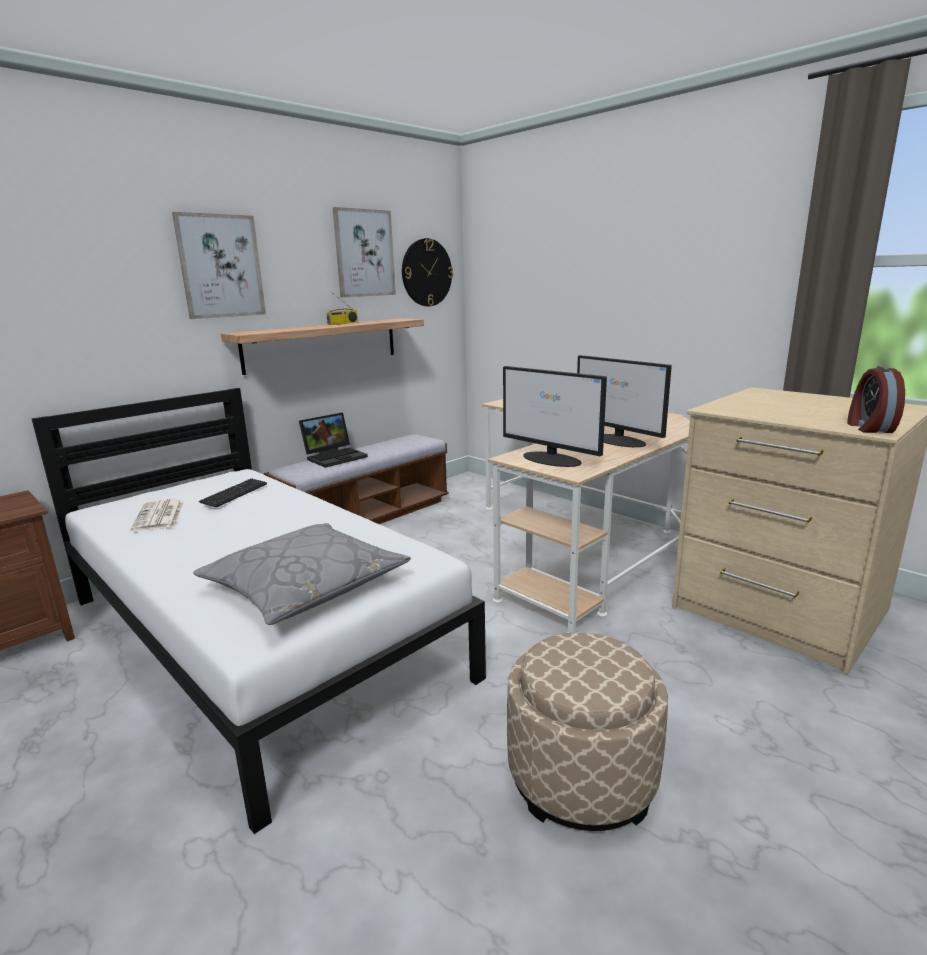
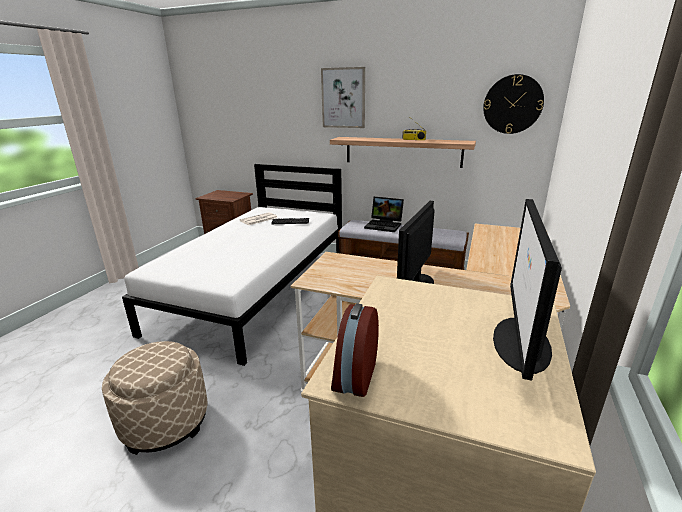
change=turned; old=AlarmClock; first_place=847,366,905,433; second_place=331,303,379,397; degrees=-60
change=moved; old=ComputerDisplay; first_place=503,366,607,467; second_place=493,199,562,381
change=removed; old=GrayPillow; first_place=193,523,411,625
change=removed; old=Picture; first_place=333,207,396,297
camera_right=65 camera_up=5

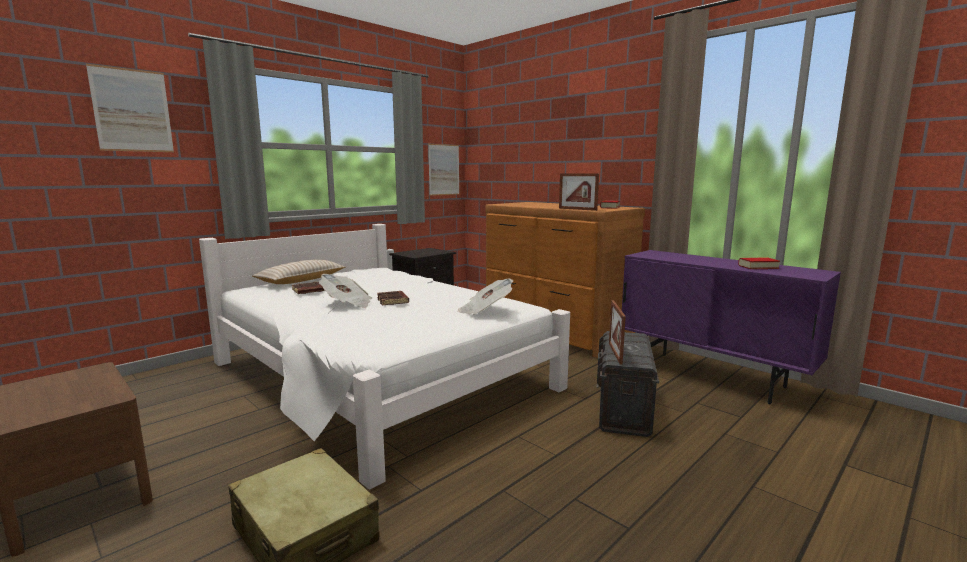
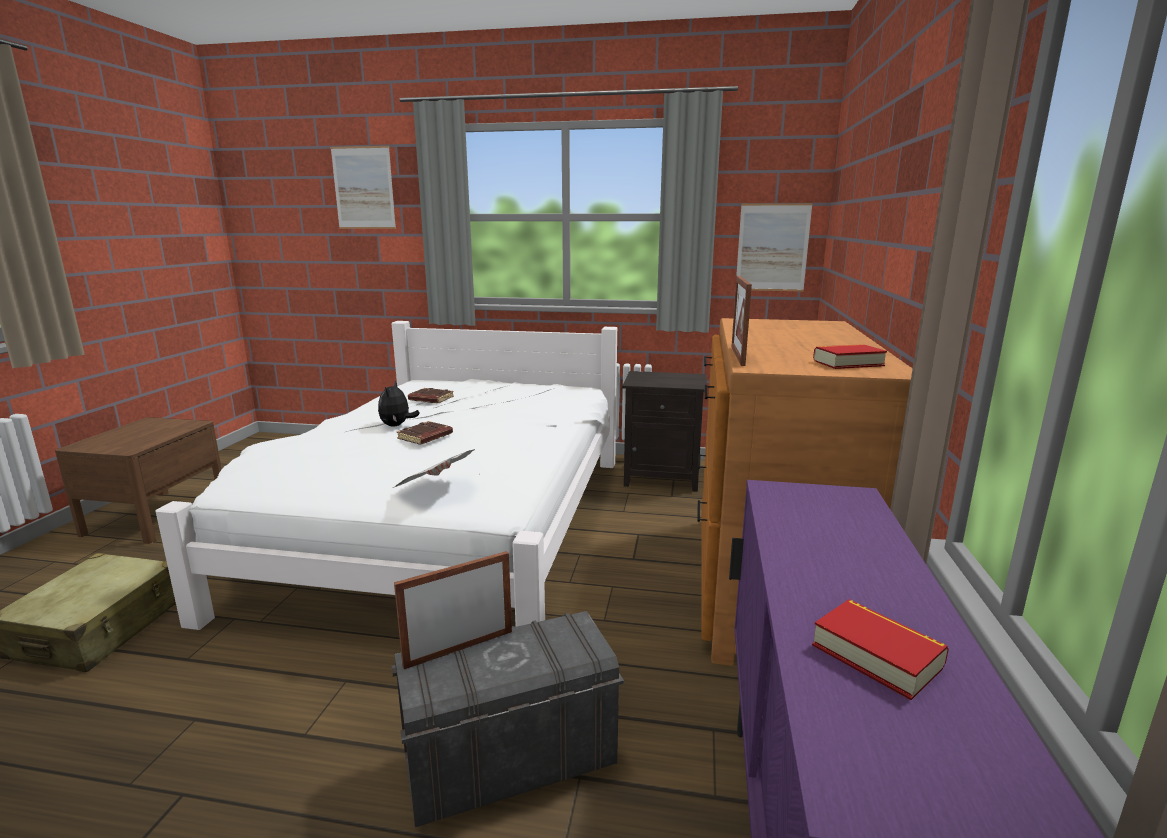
change=replaced; old=DailyPaper; new=CuddlyToy; first_place=319,274,372,308; second_place=378,381,420,427
change=removed; old=BeigeColouredPillow; first_place=252,259,345,284
camera_right=55 camera_up=5

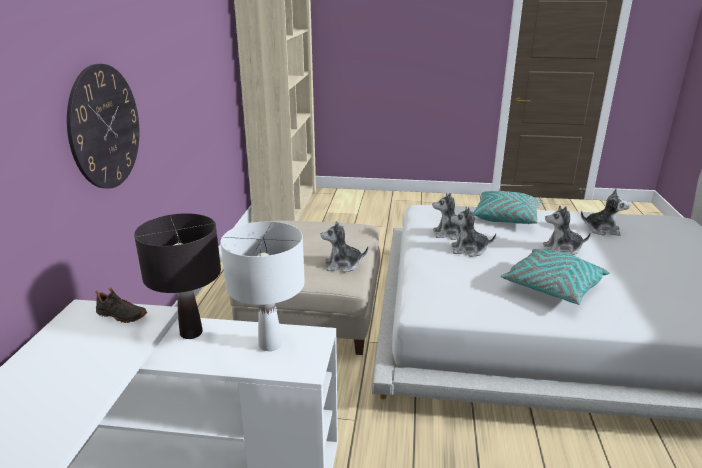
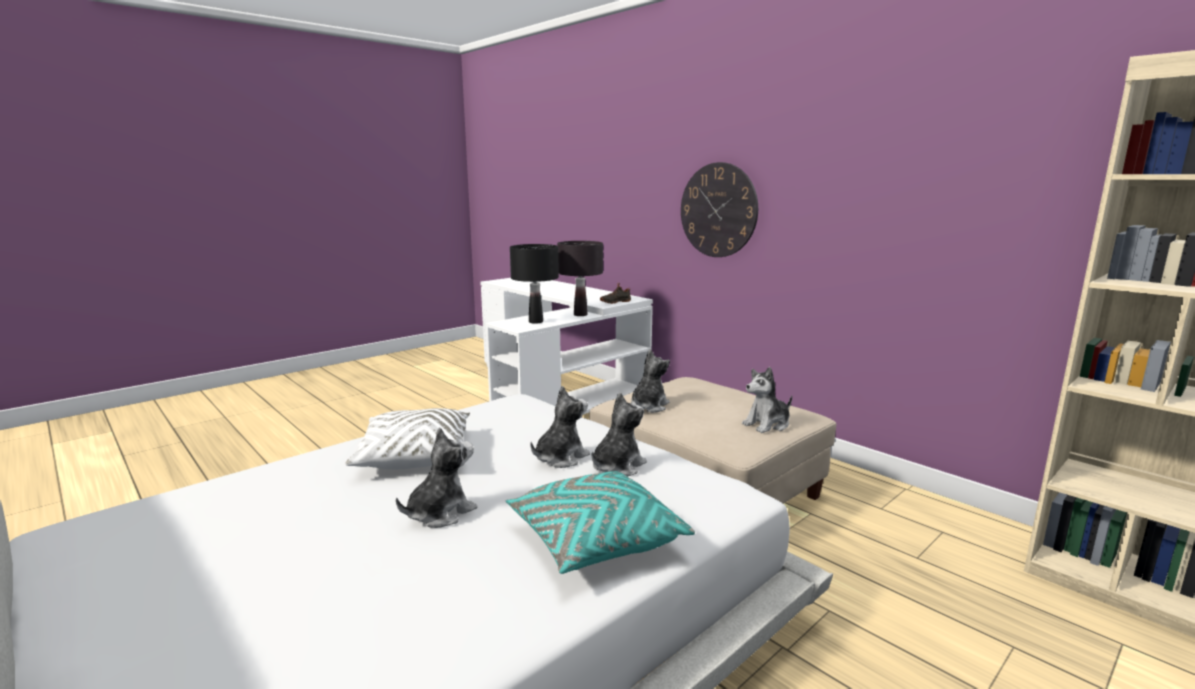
change=recoloured; old=BlueGreenPillow; new=WhitishPillow; first_place=501,249,609,305; second_place=345,408,470,469
change=recoloured; old=WhitishTableLamp; new=BlackColouredTableLamp; first_place=221,222,305,351; second_place=510,244,559,324
change=moved; old=CuddlyToy; first_place=581,189,631,236; second_place=742,367,792,433
camera_right=130 camera_up=-10

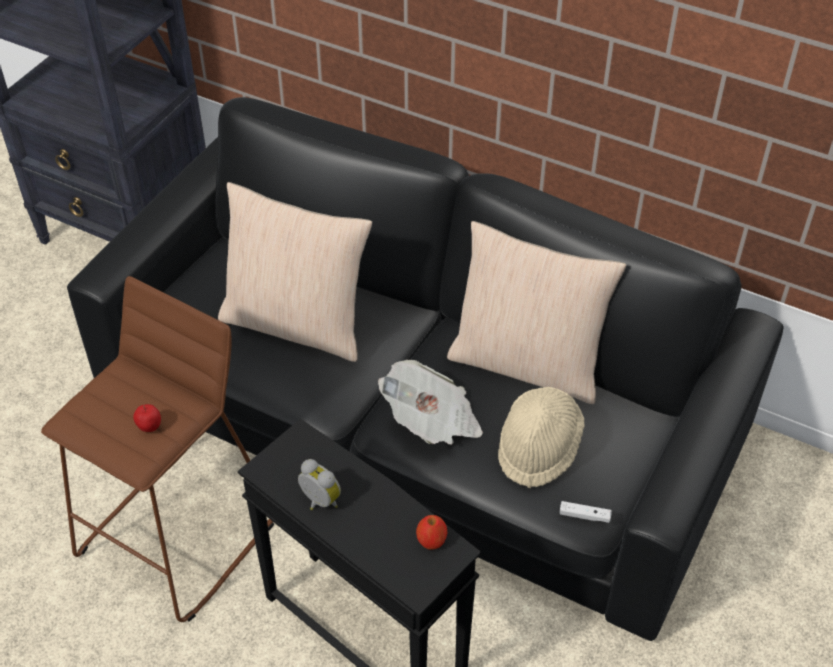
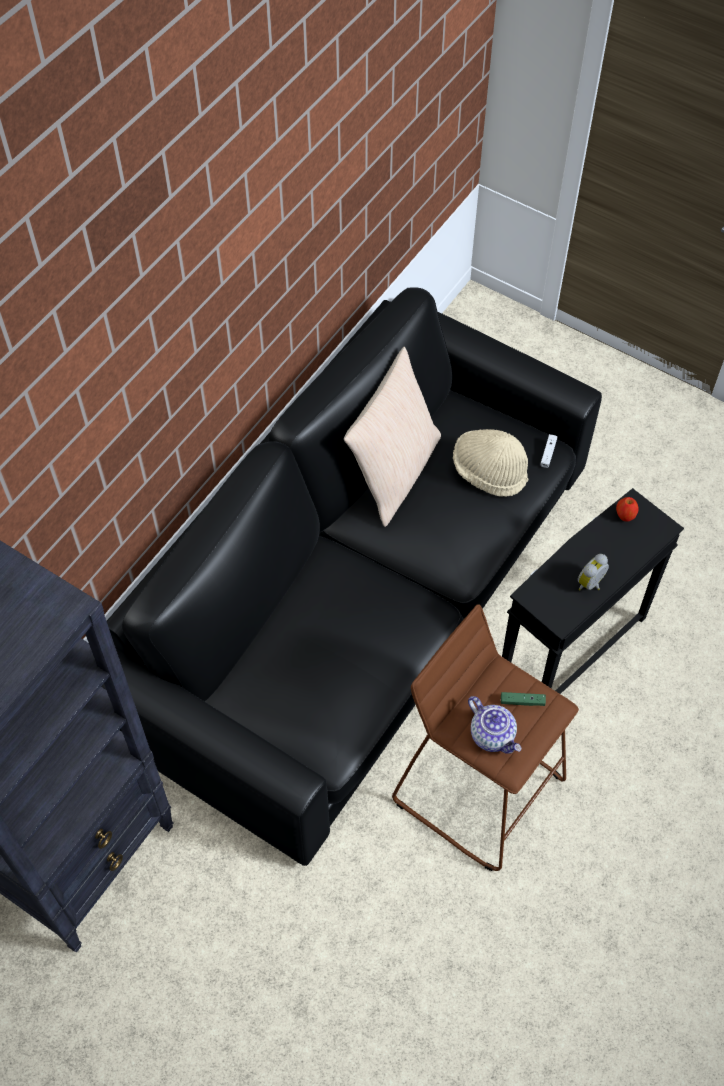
change=added; new=PotForTea; second_place=468,696,521,753
change=replaced; old=AppleFruit; new=GreenColouredGamepad; first_place=133,404,161,432; second_place=501,692,546,706
change=removed; old=BeigeColouredPillow; first_place=218,182,372,362
change=removed; old=DailyPaper; first_place=378,360,483,445
camera_right=-85 camera_up=10

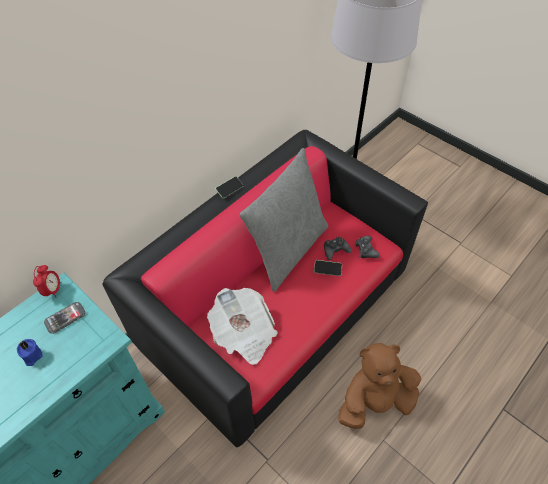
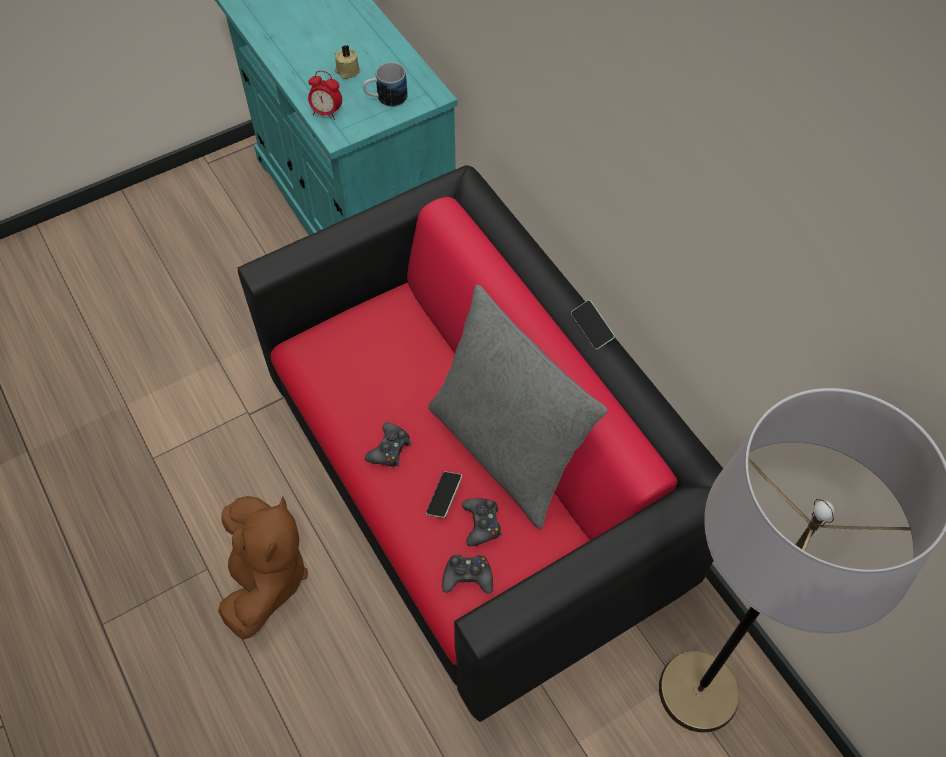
change=moved; old=AlarmClock; first_place=33,265,61,298; second_place=308,71,342,120
change=recoloured; old=BlueColouredCandle; new=BeigeColouredCandle; first_place=17,339,43,366; second_place=335,45,360,79
change=replaced; old=Phone; new=TeaMug; first_place=44,302,86,334; second_place=363,62,408,107
change=added; new=BlackColouredGamepad; second_place=365,422,411,467
change=removed; old=DailyPaper; first_place=207,288,278,365
camera_right=105 camera_up=5

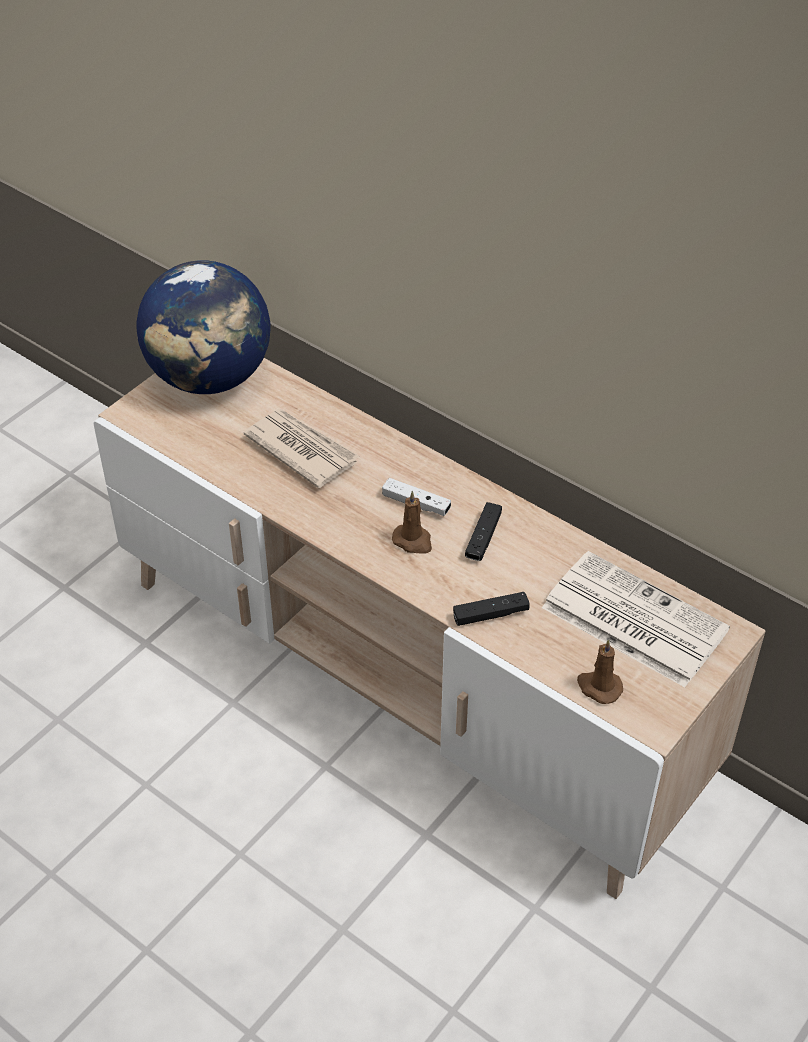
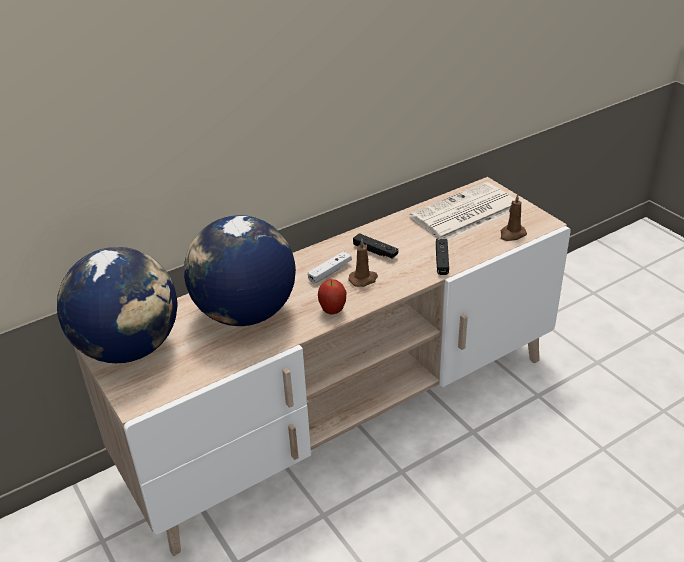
change=replaced; old=DailyPaper; new=WorldGlobe; first_place=244,409,359,488; second_place=184,215,296,326
change=added; new=AppleFruit; second_place=318,279,346,315
camera_right=-70 camera_up=-10

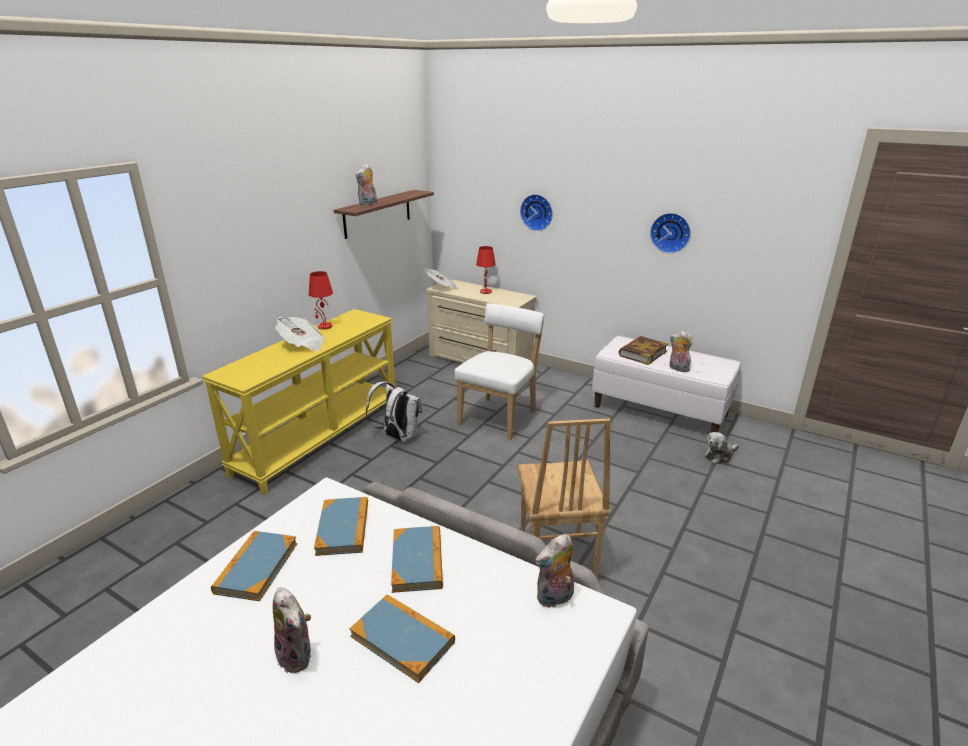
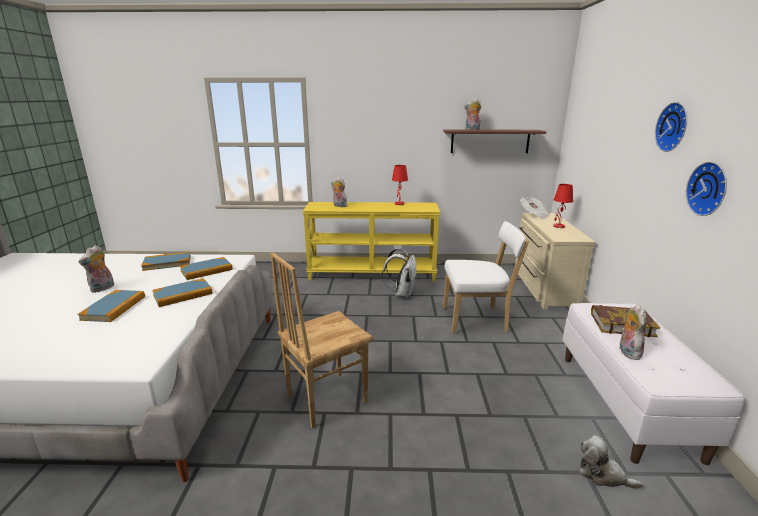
change=moved; old=CuddlyToy; first_place=535,534,574,608; second_place=331,177,347,207
change=moved; old=HangingClock; first_place=520,194,553,231; second_place=655,102,687,152
change=removed; old=DailyPaper; first_place=275,317,326,351
camera_right=60 camera_up=-5

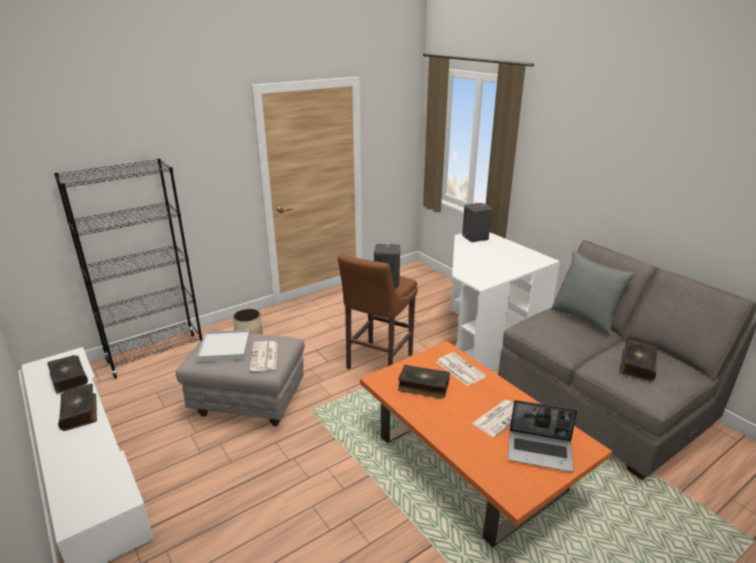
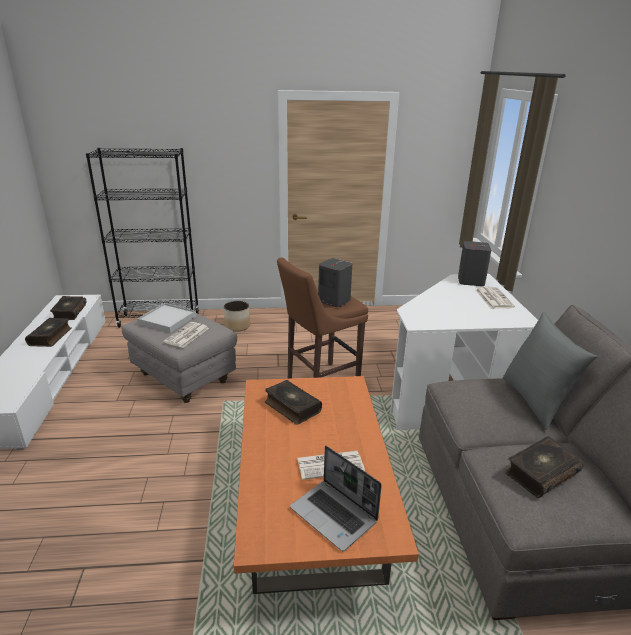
change=moved; old=DailyPaper; first_place=437,352,486,386; second_place=476,287,515,309
camera_right=30 camera_up=0

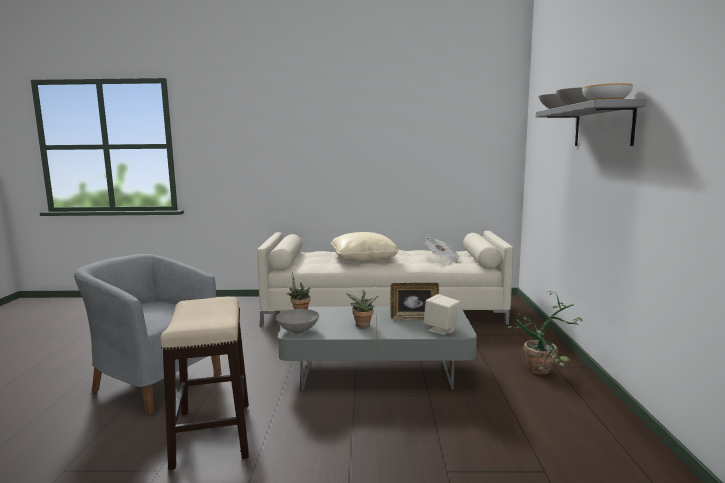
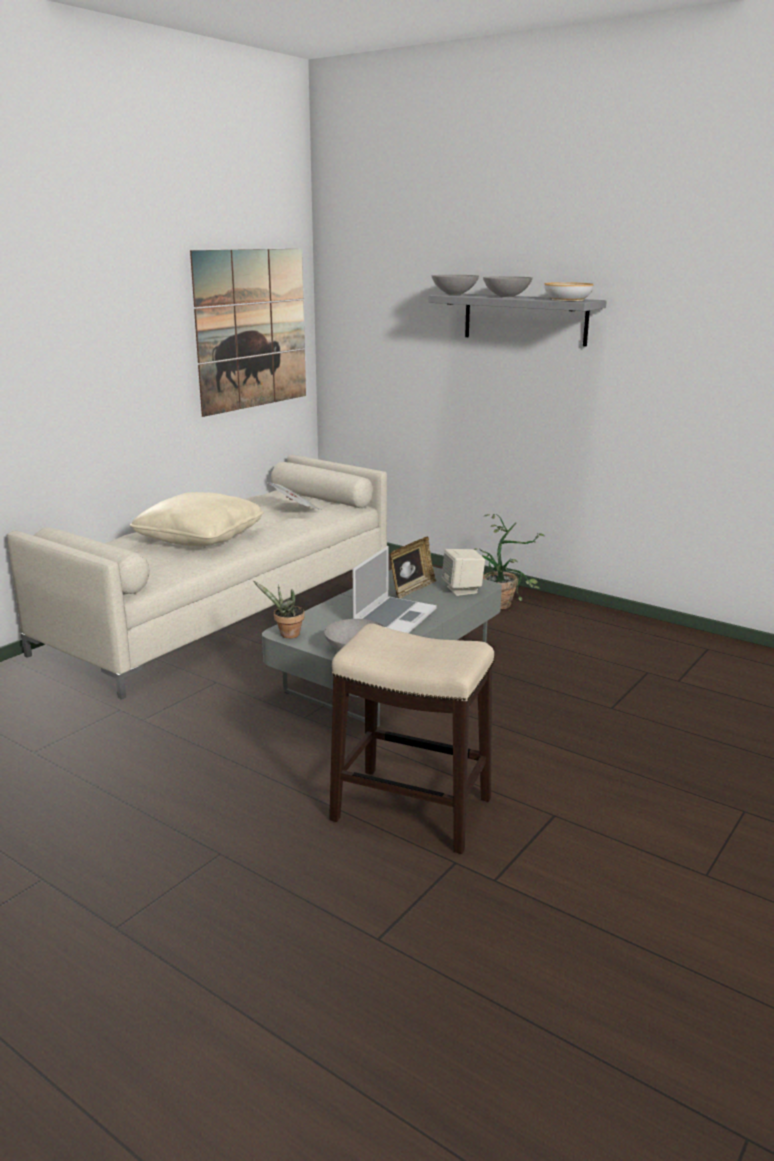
change=added; new=Picture; second_place=190,249,306,417
change=replaced; old=PottedPlant; new=PortableComputer; first_place=346,290,379,328; second_place=353,546,437,633
change=removed; old=GrayLoungeChair; first_place=74,254,221,415
camera_right=-55 camera_up=10

